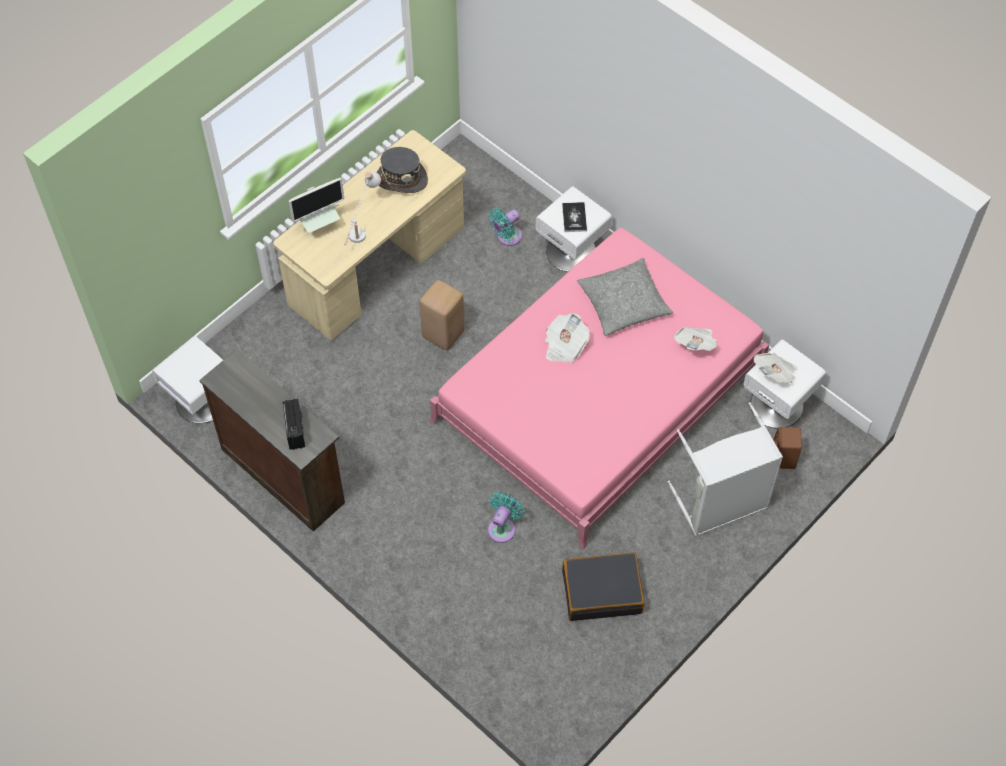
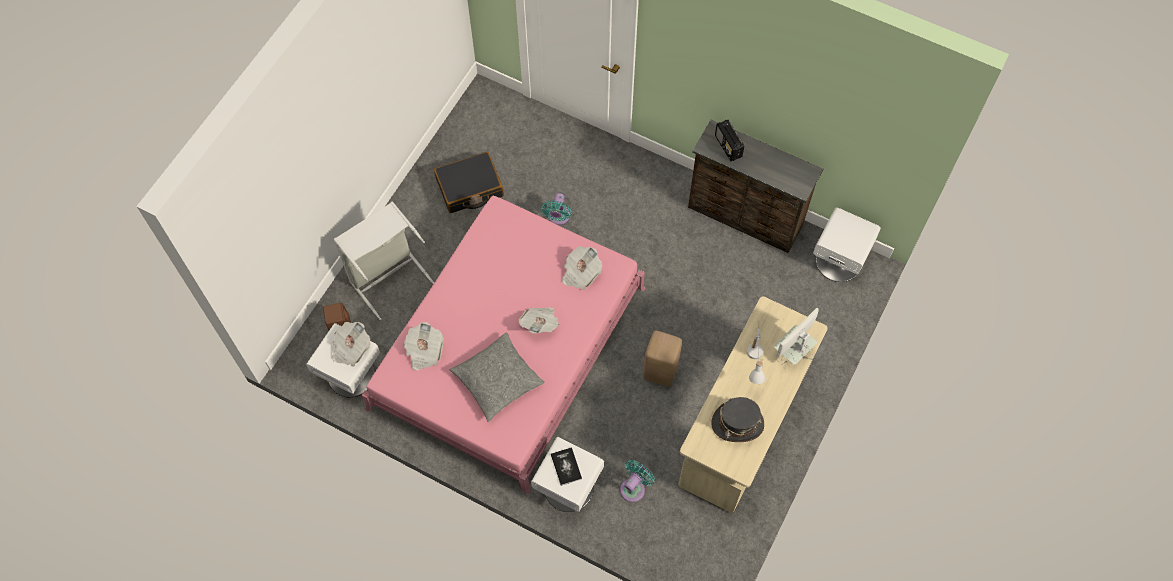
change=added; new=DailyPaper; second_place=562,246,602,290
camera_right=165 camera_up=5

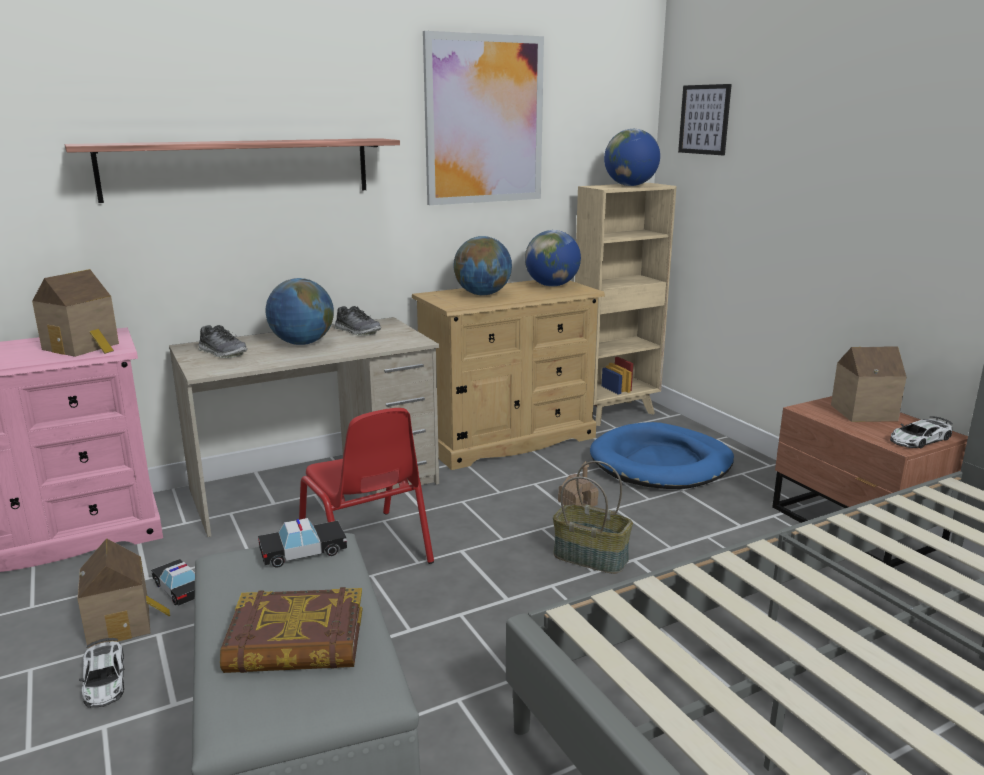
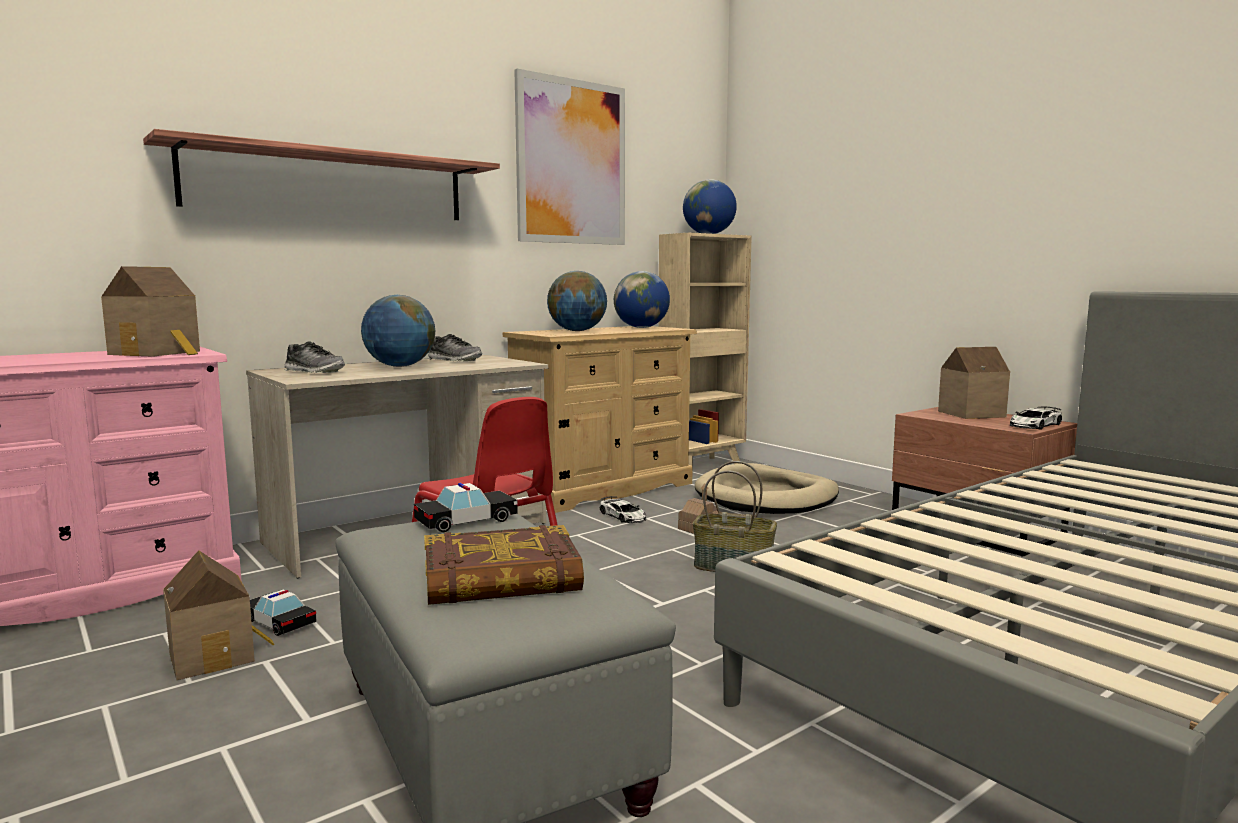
change=moved; old=ToyCar; first_place=79,638,124,708; second_place=599,496,646,523
change=recoloured; old=BlueColouredDogCushion; new=BeigeColouredDogCushion; first_place=590,422,734,489; second_place=695,463,839,514
change=removed; old=Picture; first_place=678,84,732,155
camera_right=-10 camera_up=-10

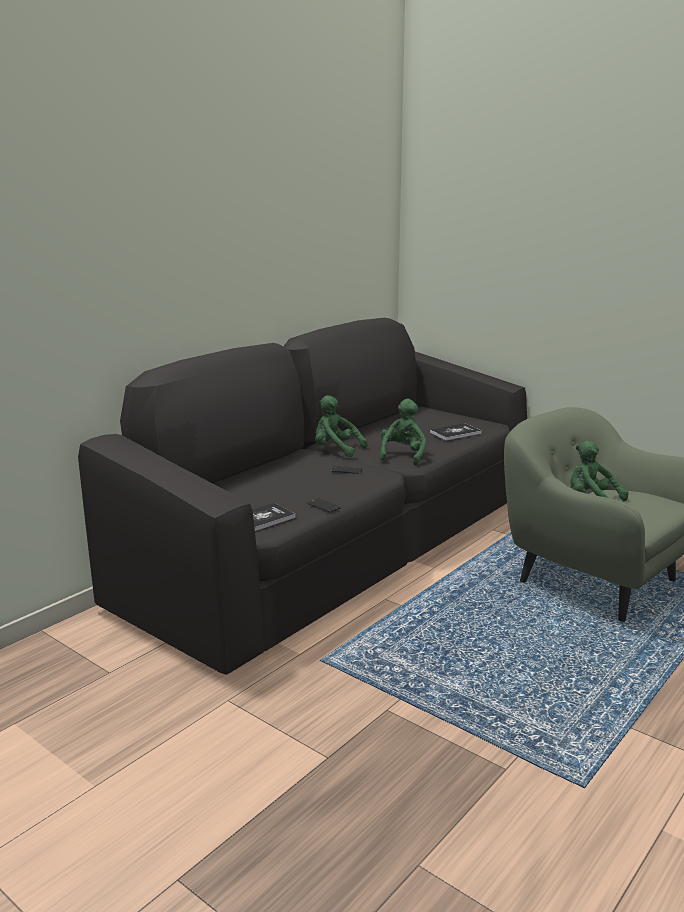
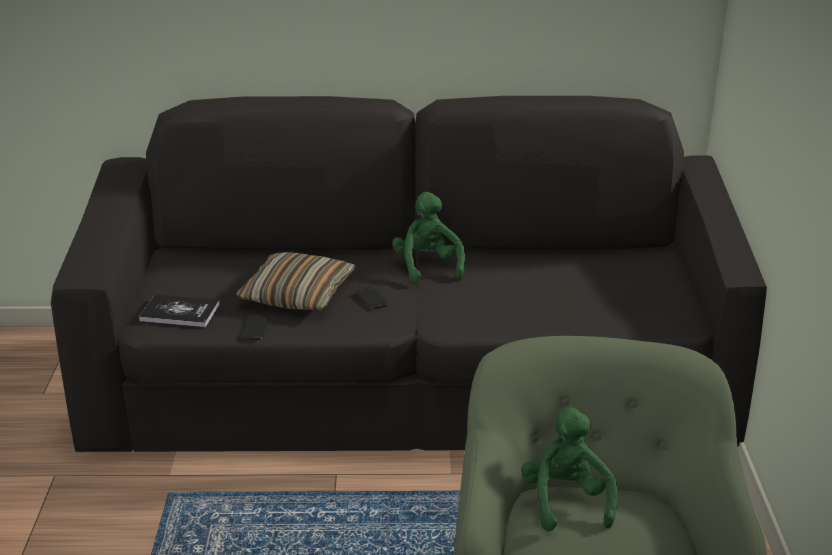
change=added; new=Pillow; second_place=236,252,356,310
change=removed; old=GreenColouredCuddlyToy; first_place=379,399,426,465
change=removed; old=Volume; first_place=430,423,482,441
camera_right=50 camera_up=10

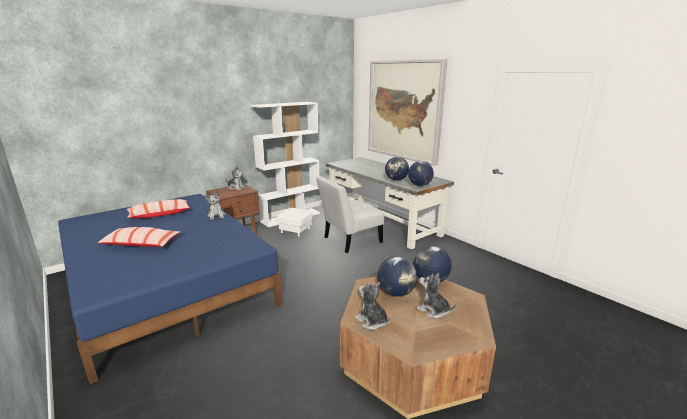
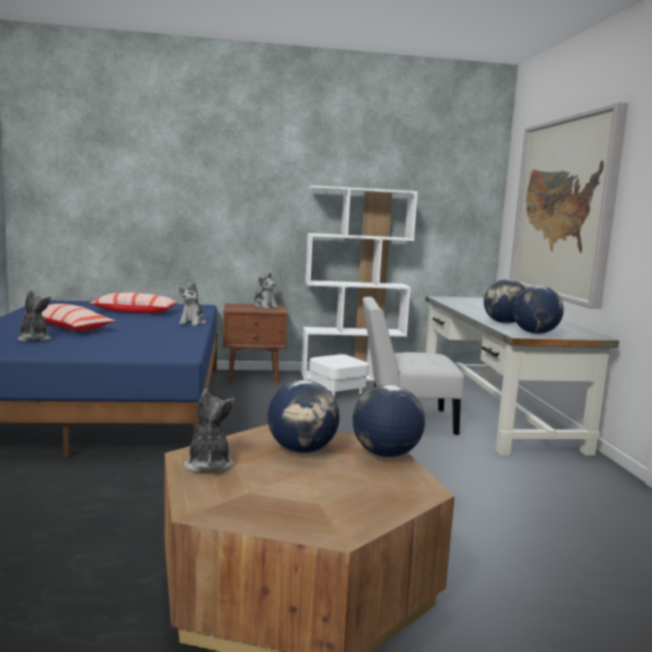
change=moved; old=CuddlyToy; first_place=416,273,456,319; second_place=17,290,51,342
camera_right=30 camera_up=-10

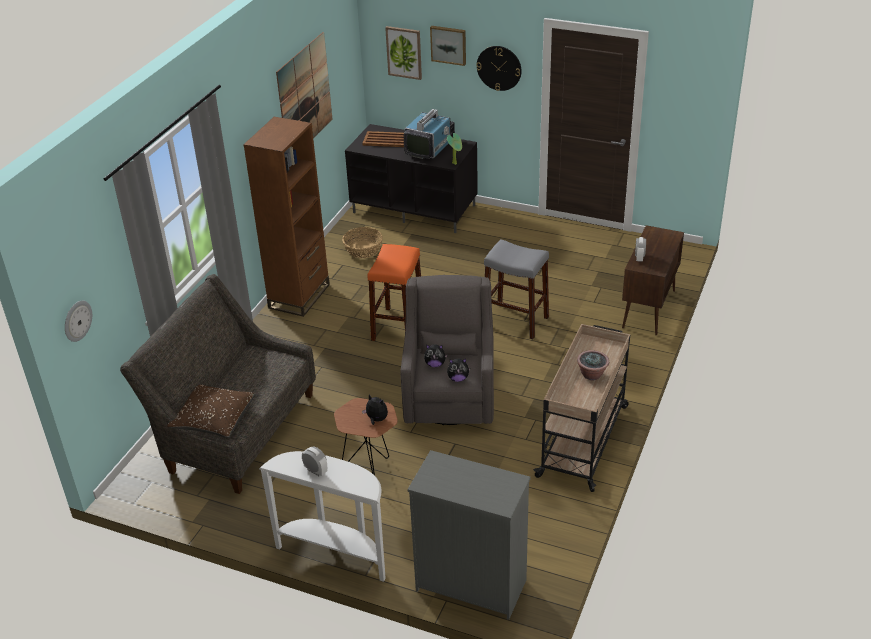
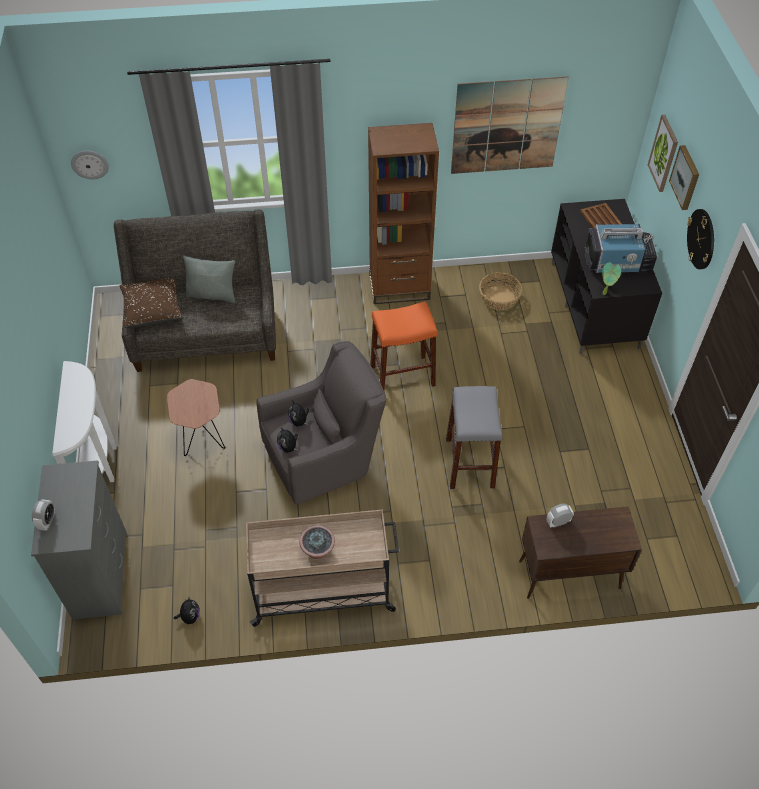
change=moved; old=AlarmClock; first_place=302,447,327,476; second_place=32,499,55,531
change=moved; old=CuddlyToy; first_place=362,395,388,425; second_place=174,598,200,624
change=added; new=GrayPillow; second_place=183,256,235,303
camera_right=60 camera_up=15

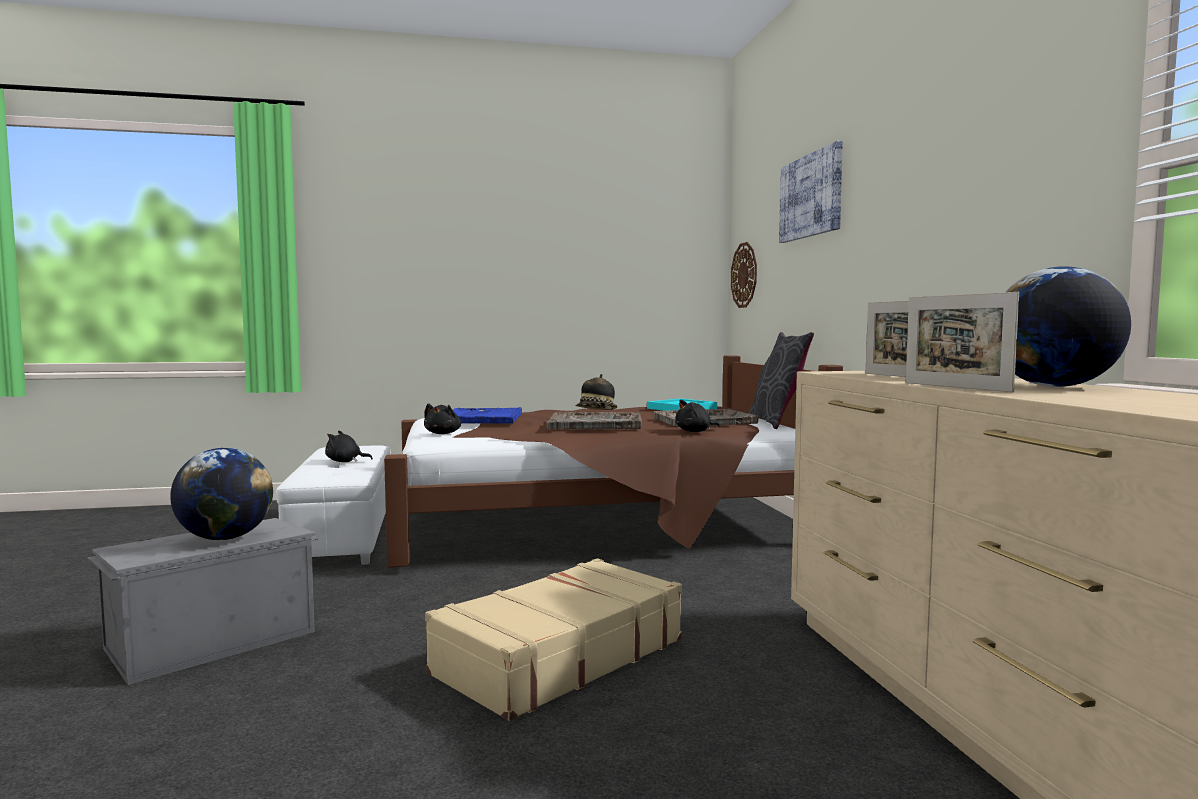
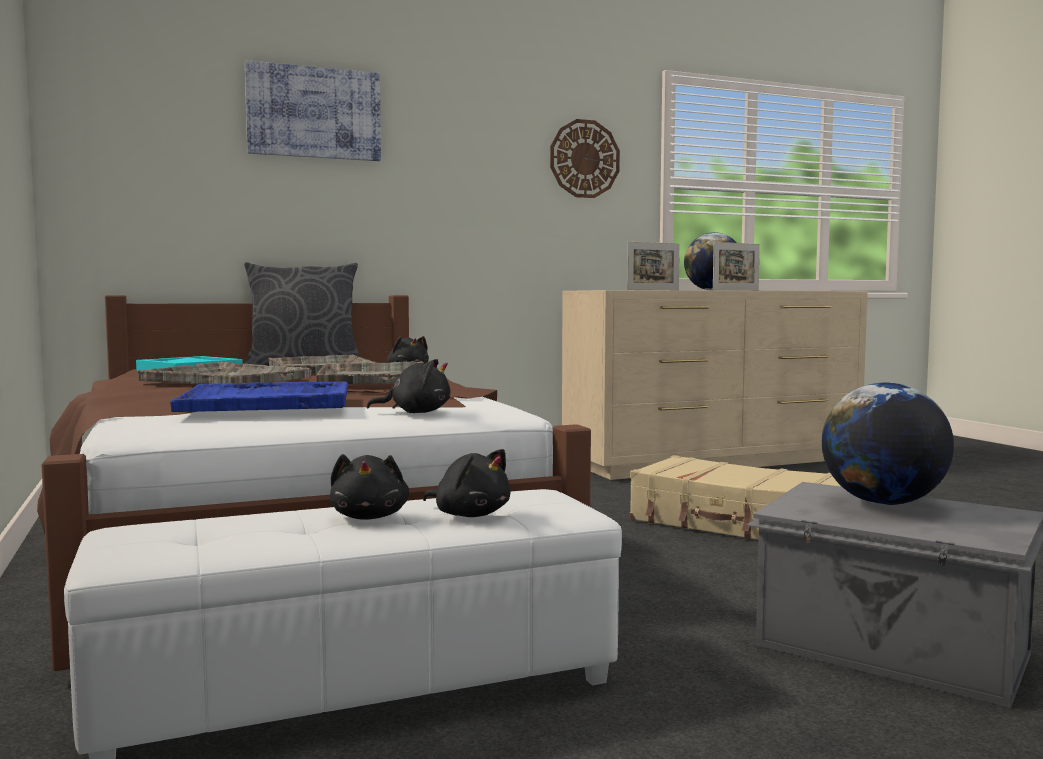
change=replaced; old=ClothingHat; new=GrayTray; first_place=576,374,617,410; second_place=138,362,311,385
change=added; new=BlackColouredCuddlyToy; second_place=423,449,511,517
change=moved; old=HangingClock; first_place=731,242,757,308; second_place=550,119,620,198
camera_right=-100 camera_up=0

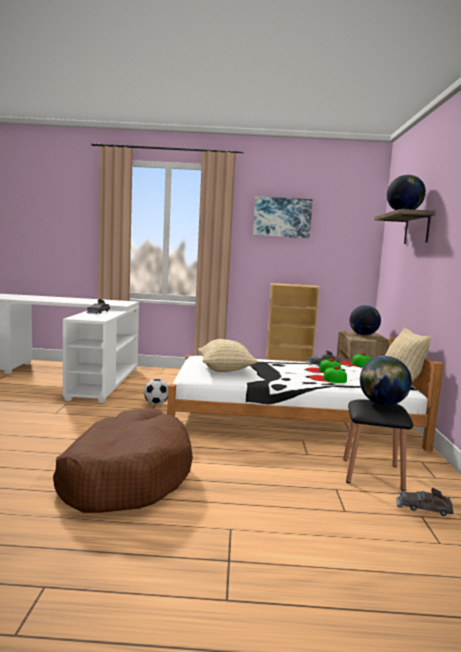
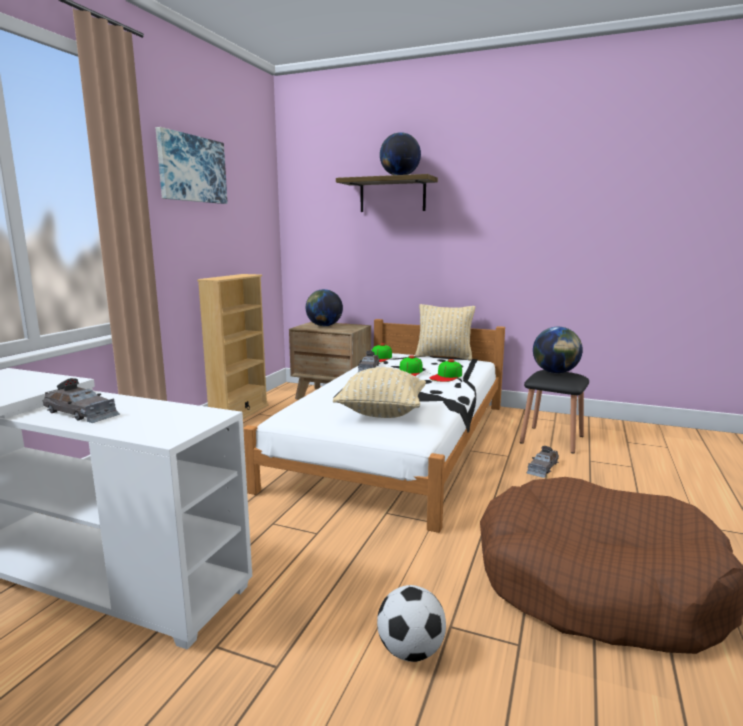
change=moved; old=FootballBall; first_place=144,379,168,405; second_place=377,585,446,662
change=moved; old=GrayToyCar; first_place=396,488,454,516; second_place=527,446,559,478
camera_right=-70 camera_up=5

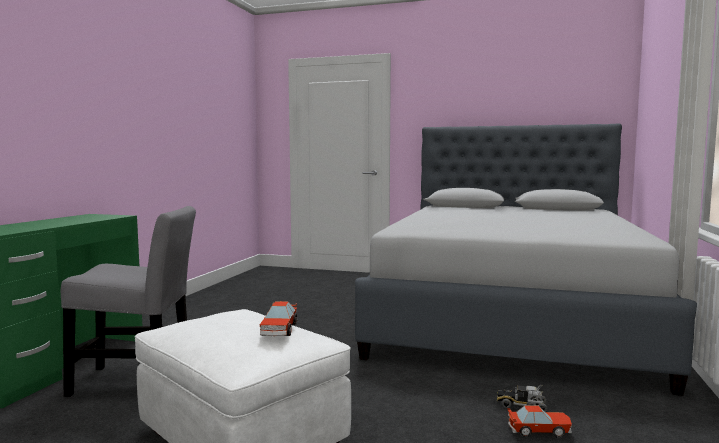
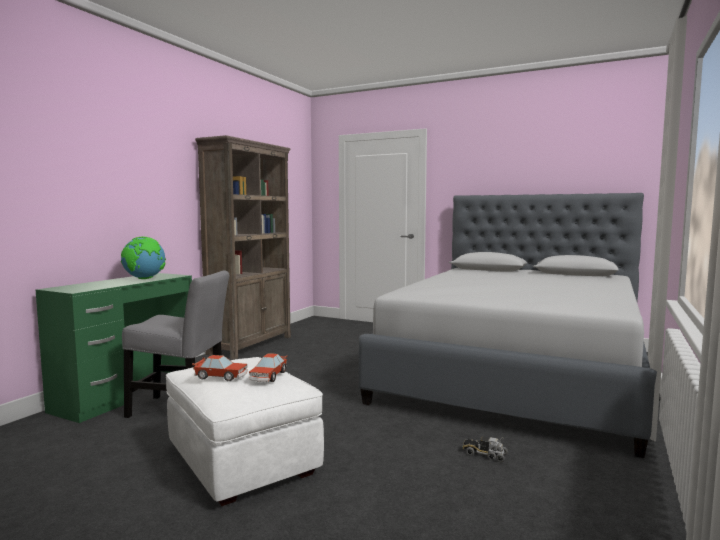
change=added; new=WorldGlobe; second_place=121,236,166,279
change=moved; old=ToyCar; first_place=507,405,572,438; second_place=192,355,248,381
change=added; new=BrownShelvingUnit; second_place=195,135,291,360
camera_right=10 camera_up=0

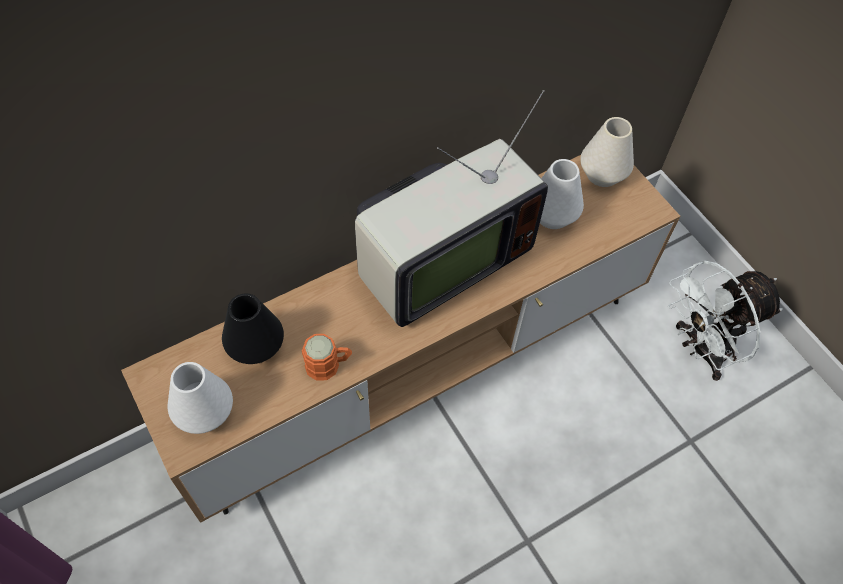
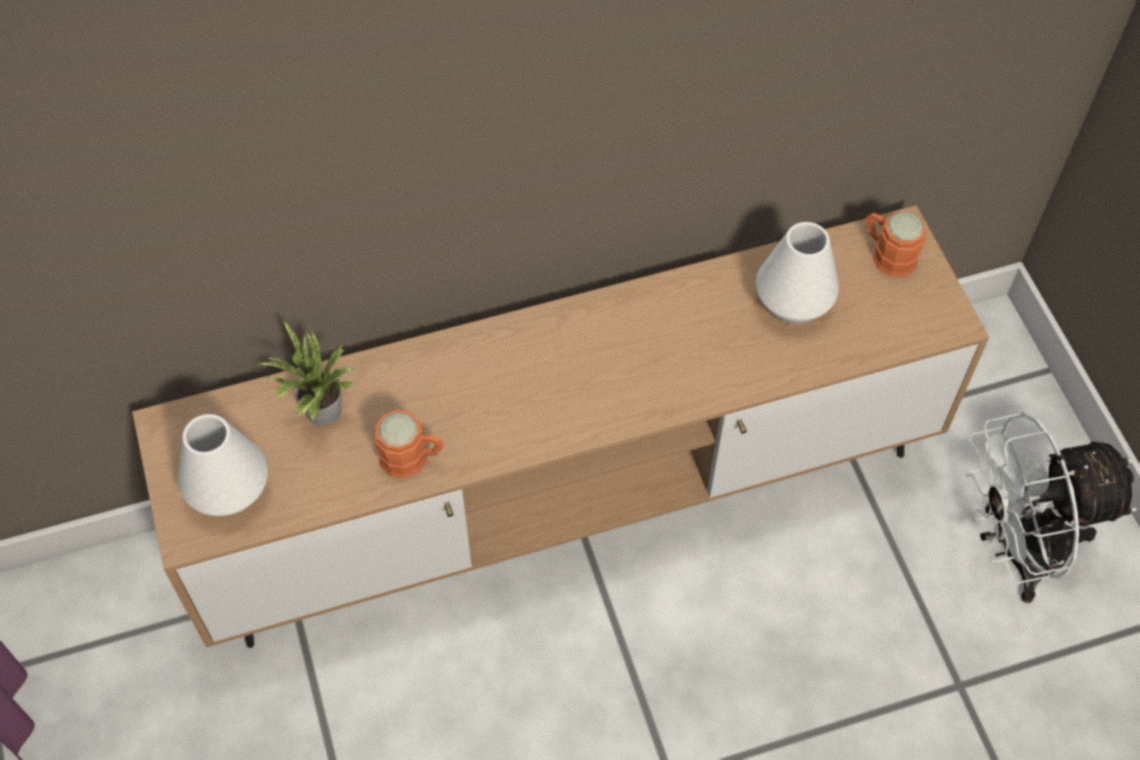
change=replaced; old=BlackColouredFlowerVase; new=PottedPlant; first_place=222,293,284,364; second_place=258,321,357,426
change=replaced; old=WhitishFlowerVase; new=OrangeColouredTeaMug; first_place=580,117,634,187; second_place=865,212,927,277
change=removed; old=Tv; first_place=355,90,548,327
camera_right=15 camera_up=0

